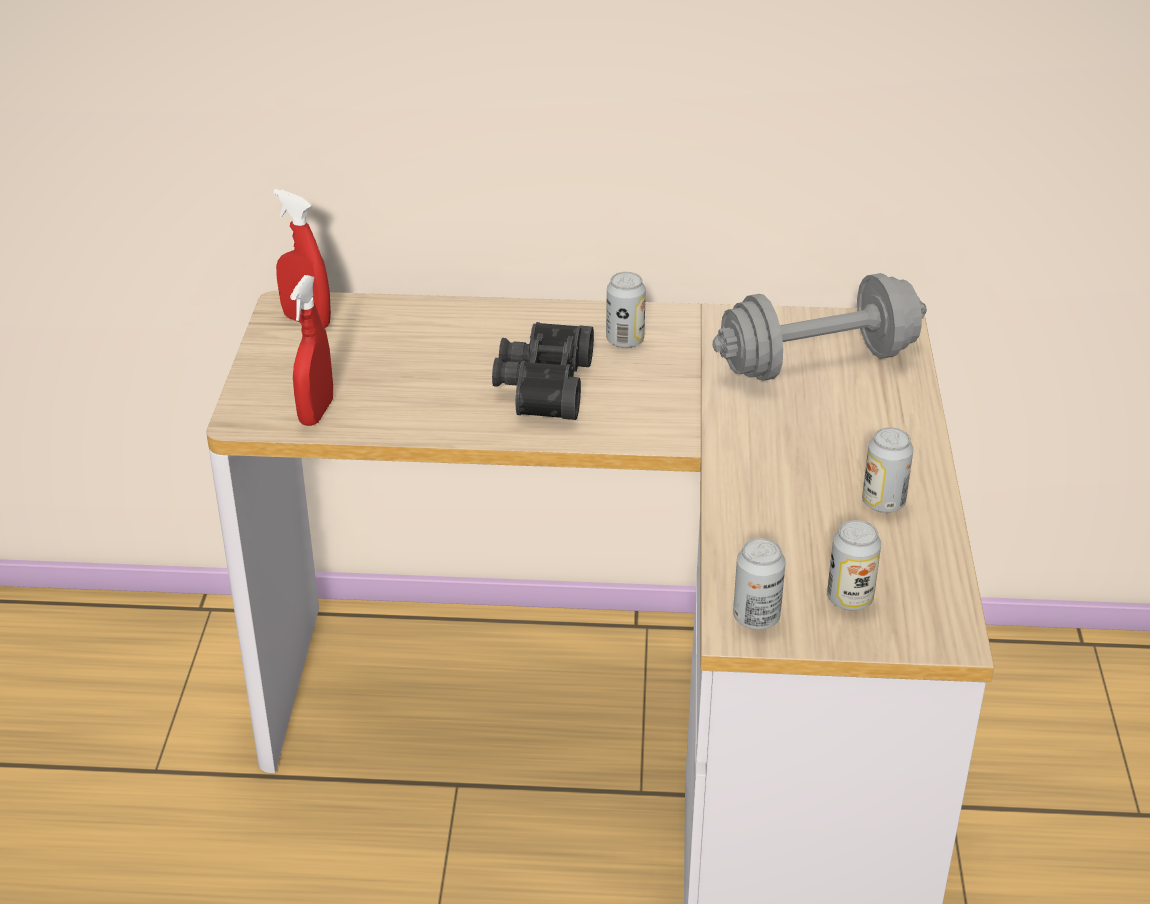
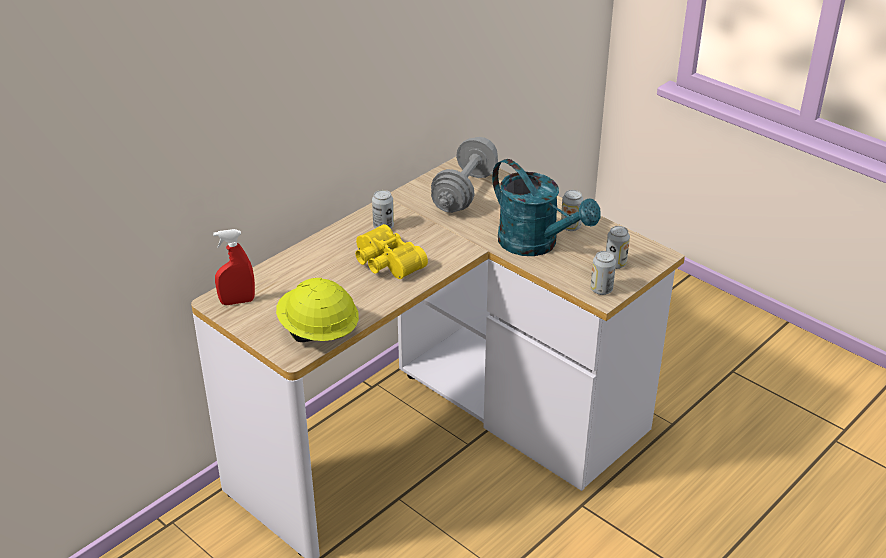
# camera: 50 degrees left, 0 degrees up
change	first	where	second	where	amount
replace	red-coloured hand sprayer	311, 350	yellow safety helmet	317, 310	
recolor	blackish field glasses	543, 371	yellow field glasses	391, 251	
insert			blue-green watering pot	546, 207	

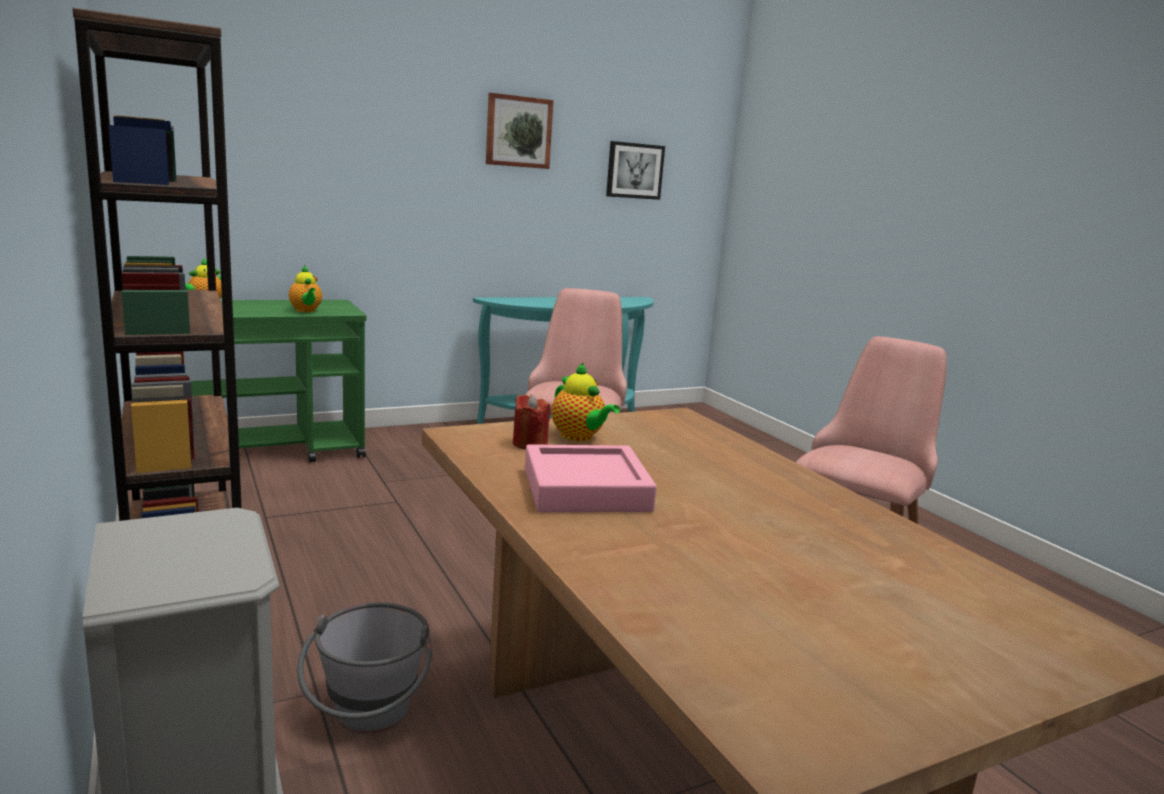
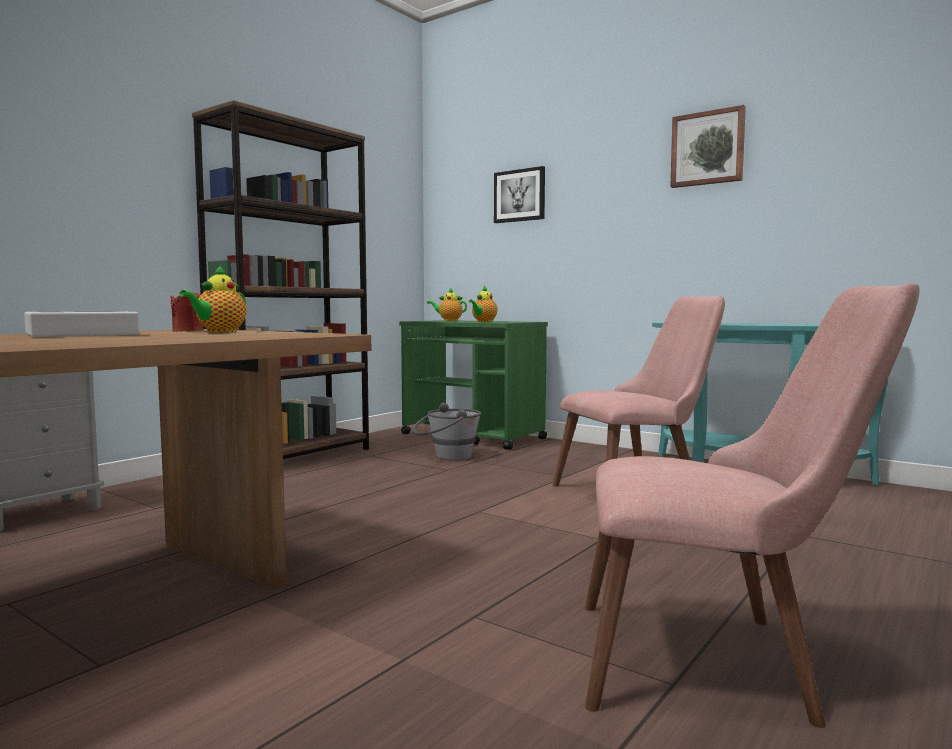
# camera: 65 degrees right, 10 degrees down
change	first	where	second	where	amount
move	gray water bucket	364, 668		447, 432	
recolor	pinkish tray	591, 478	gray tray	81, 324	
move	wall picture	635, 170		519, 194	

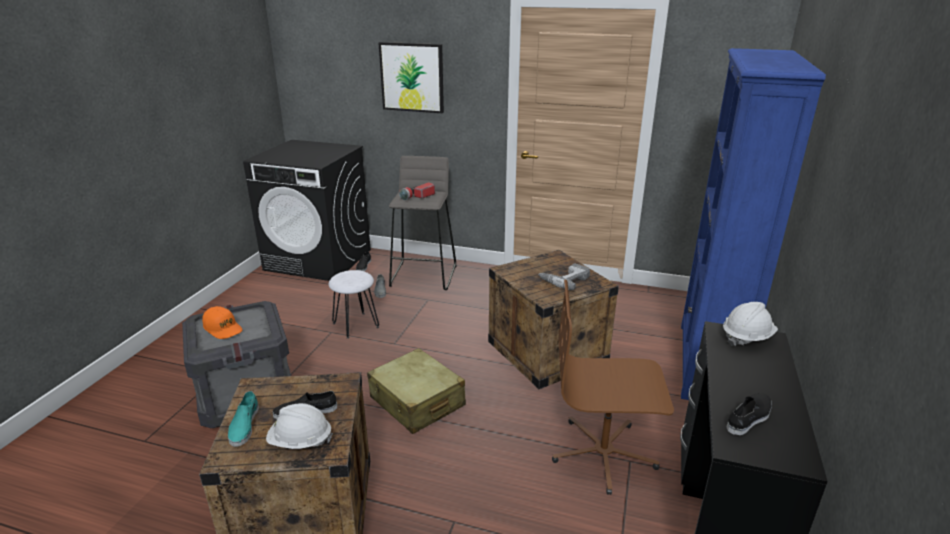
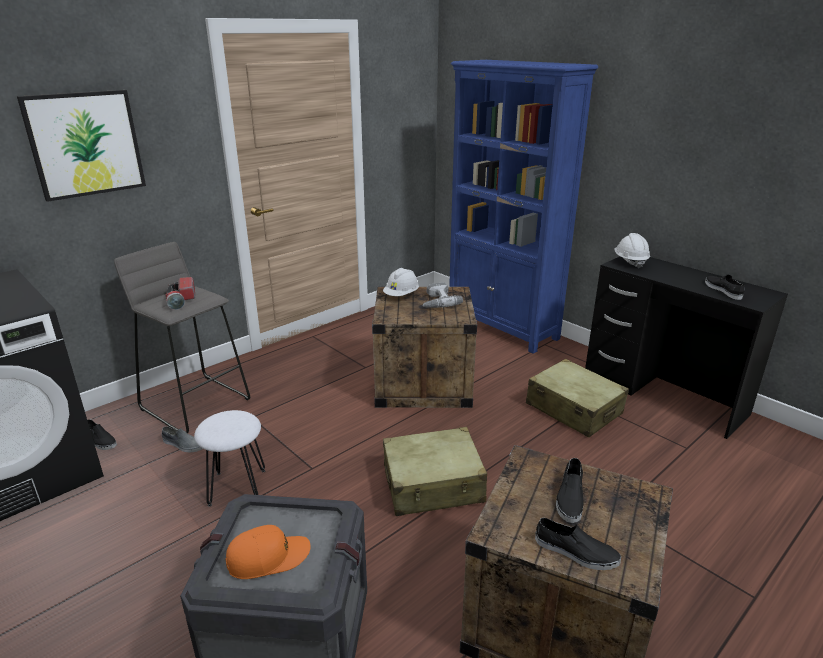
# camera: 60 degrees left, 0 degrees up
change	first	where	second	where	amount
recolor	blue-green shoe	243, 419	blackish shoe	578, 544	
move	whitish safety helmet	299, 426		401, 282	
replace	brown-coloured office chair	613, 387	beige suitcase	577, 398	

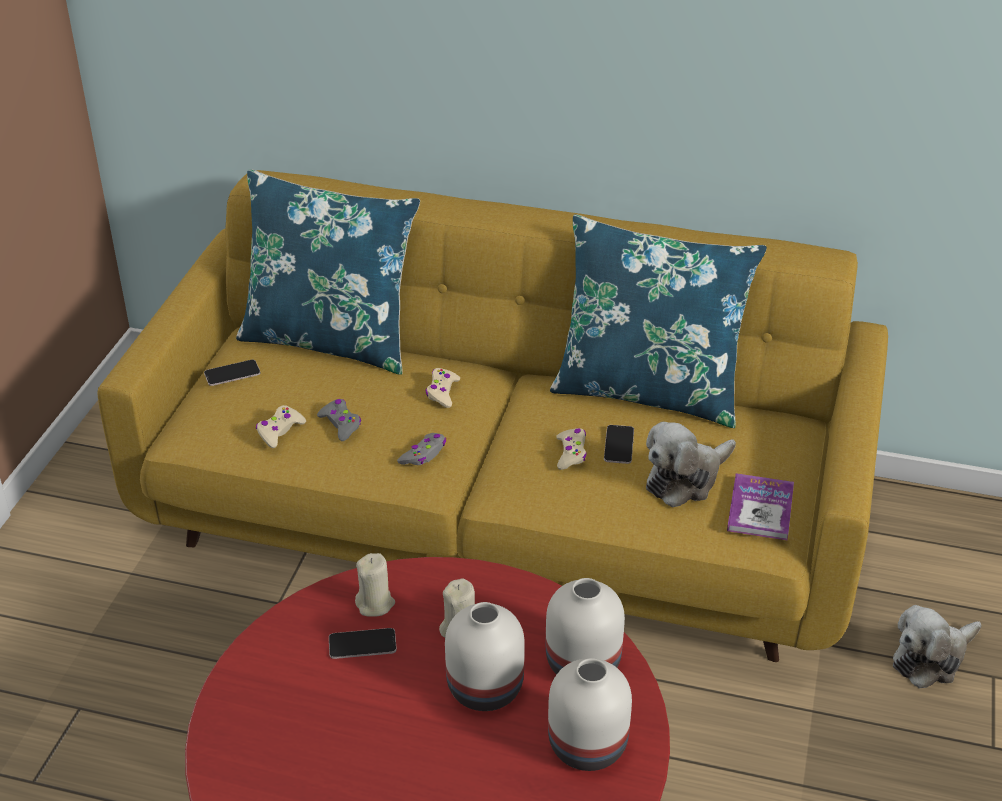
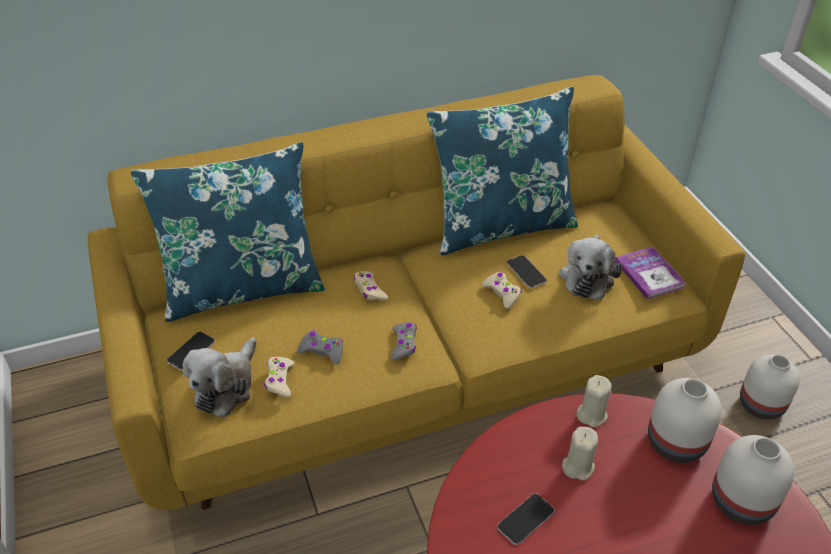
# camera: 35 degrees left, 5 degrees up
change	first	where	second	where	amount
move	beige wax candle	375, 585		594, 401	
move	whitish decorative vase	485, 656		770, 387	
move	cuddly toy	937, 646		220, 377	

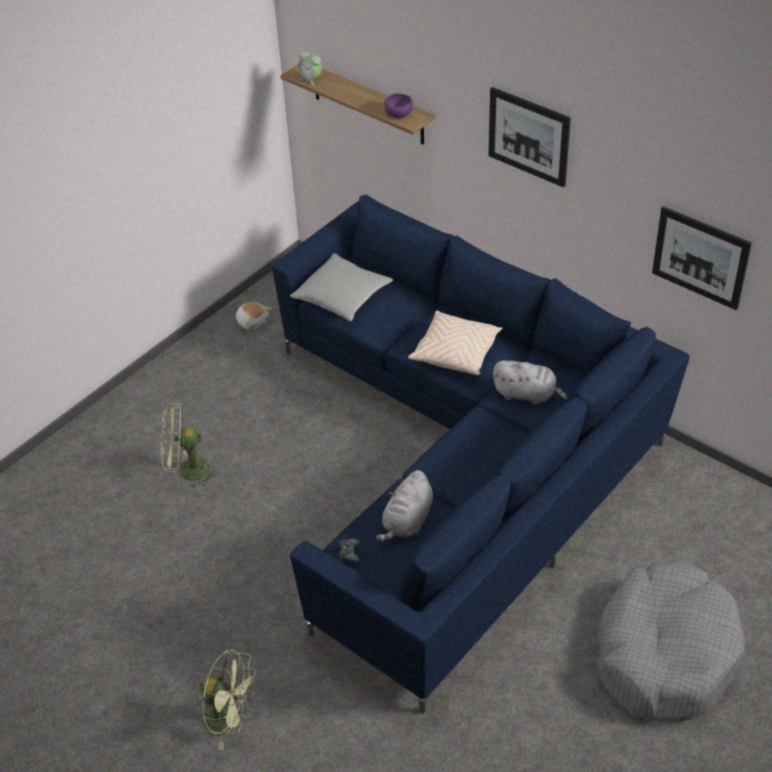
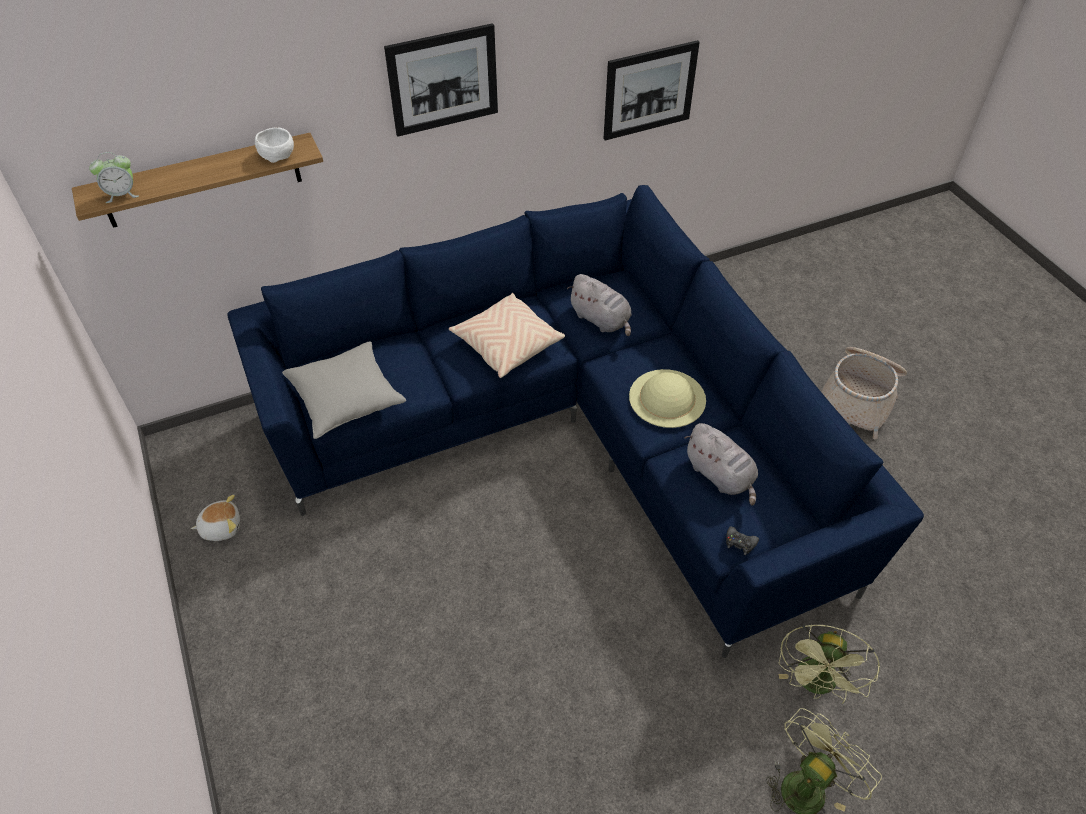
# camera: 65 degrees left, 5 degrees up
change	first	where	second	where	amount
move	green-coloured electric fan	190, 446		829, 664	
recolor	purple deep dish	398, 106	whitish deep dish	274, 145	
rotate	gray cuddly toy	529, 382		599, 305	90 degrees clockwise
replace	gray dog cushion	671, 641	basket	864, 393	
insert			beige wearable hat	667, 398	

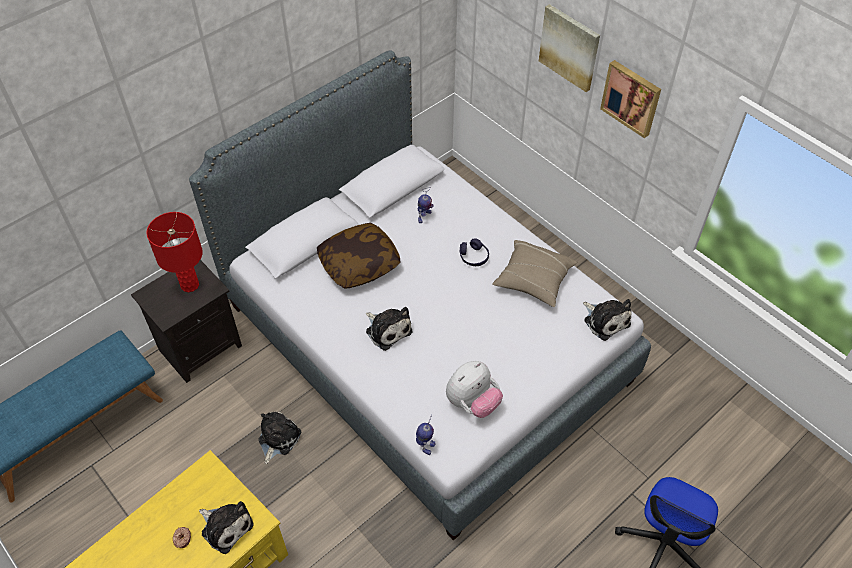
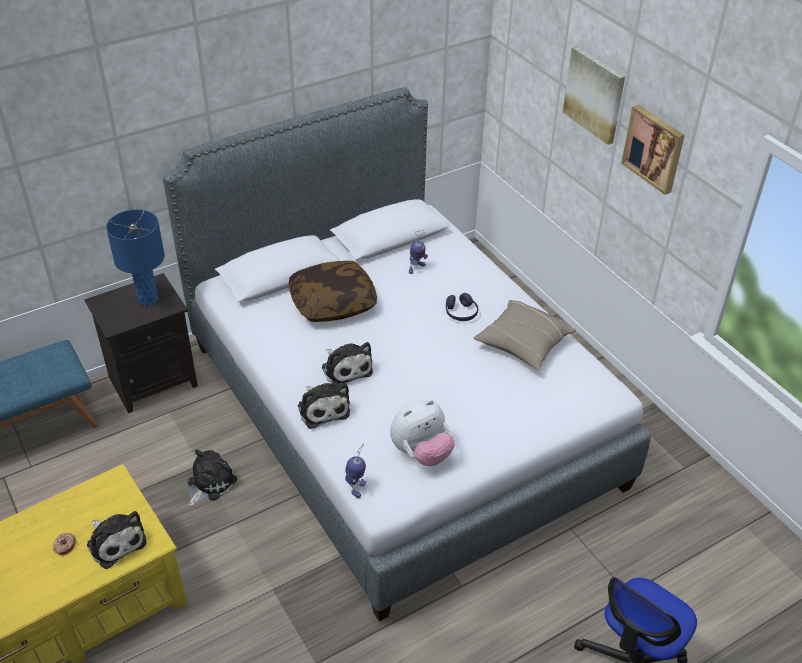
# camera: 10 degrees right, 10 degrees down
change	first	where	second	where	amount
recolor	red-coloured table lamp	174, 252	blue table lamp	135, 257	
move	cuddly toy	607, 320		324, 406	

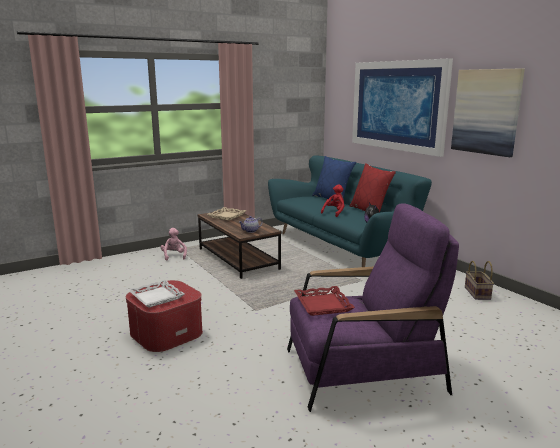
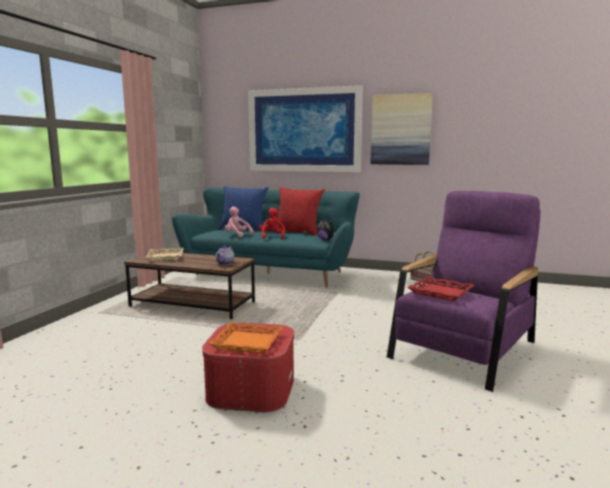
# camera: 40 degrees left, 5 degrees down
change	first	where	second	where	amount
recolor	whitish tray	156, 294	orange-coloured tray	245, 338	
move	pinkish cuddly toy	173, 244		239, 222	

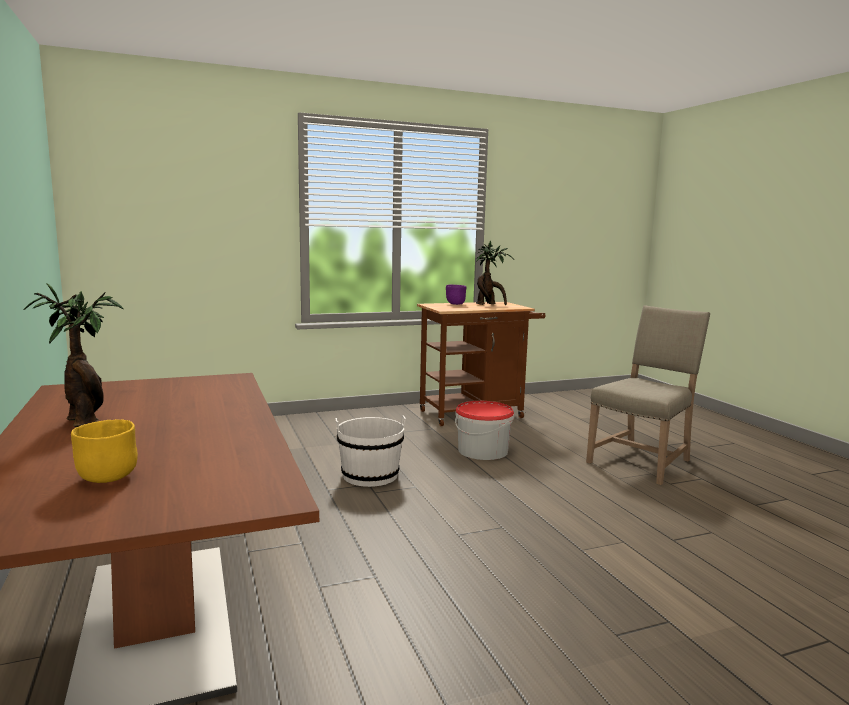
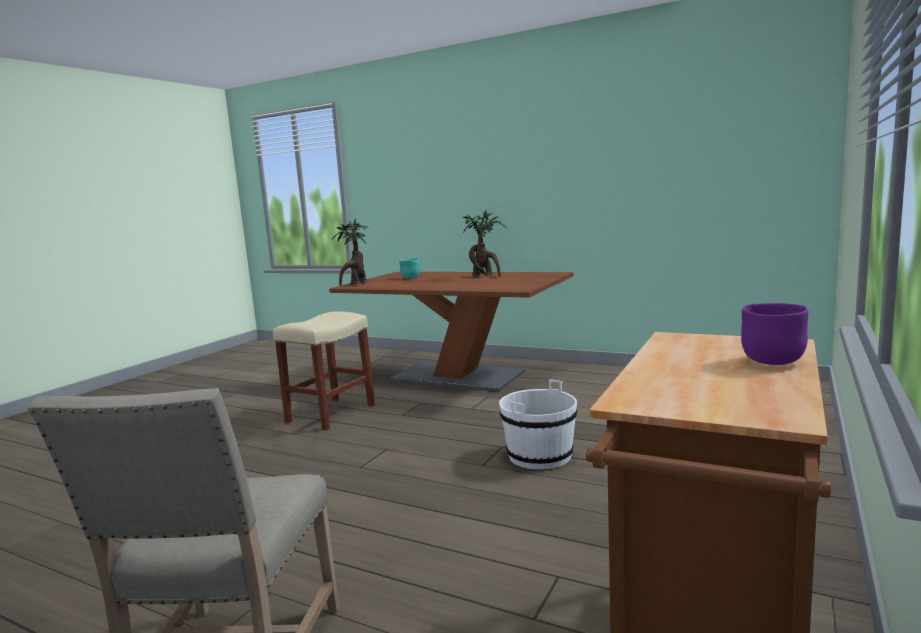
# camera: 140 degrees right, 0 degrees up
change	first	where	second	where	amount
recolor	yellow deep dish	104, 451	blue-green deep dish	409, 268	
delete	water bucket	484, 430			
move	houseplant	495, 273		350, 252	
insert			beige stool	324, 370	

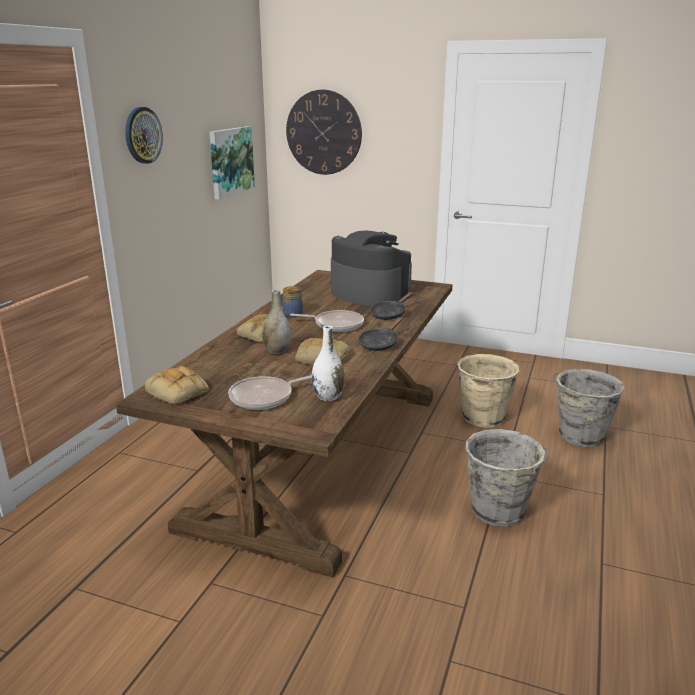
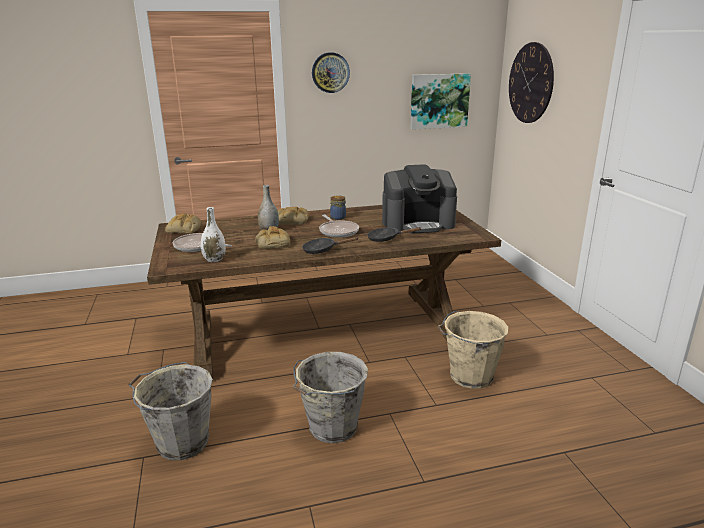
# camera: 55 degrees right, 0 degrees up
change	first	where	second	where	amount
rotate	coffee machine	371, 268		419, 198	75 degrees clockwise
move	gray water bucket	589, 408		170, 411	

